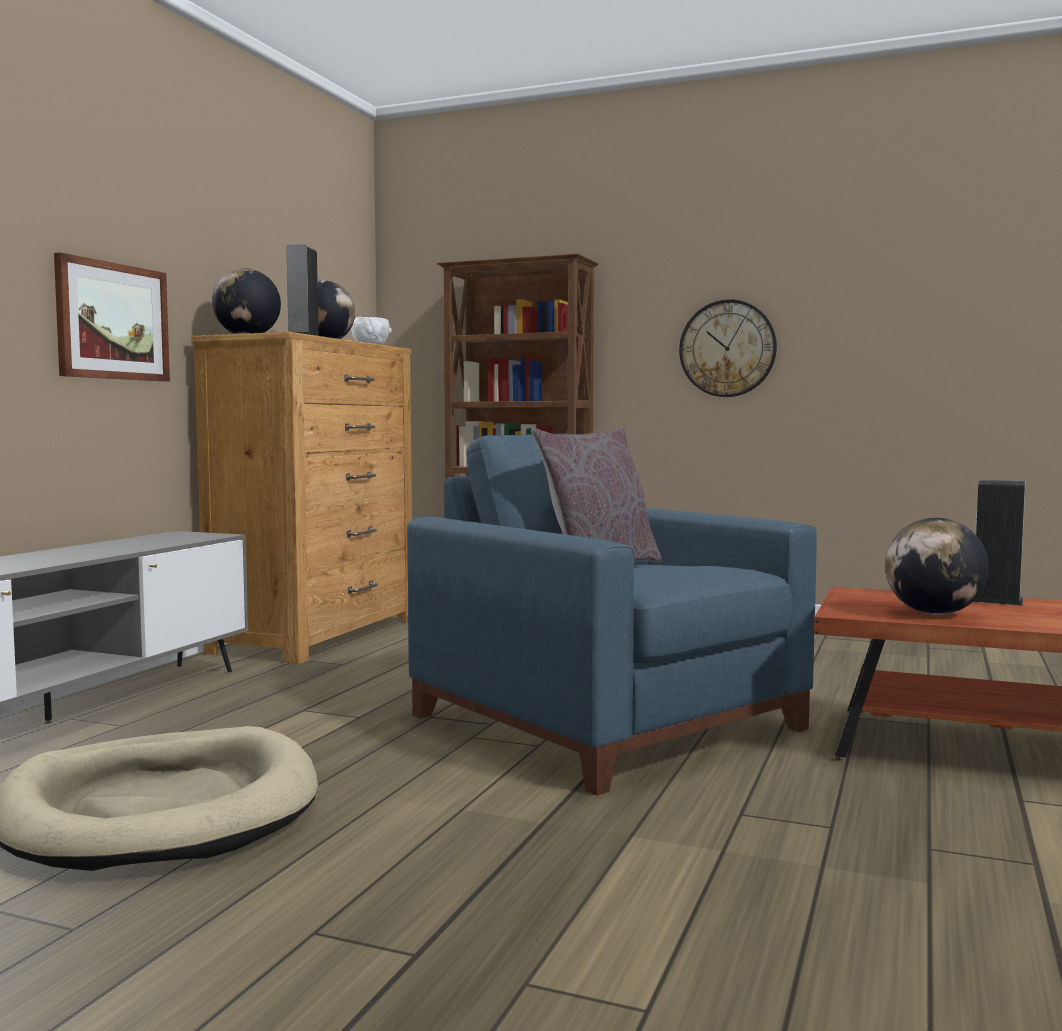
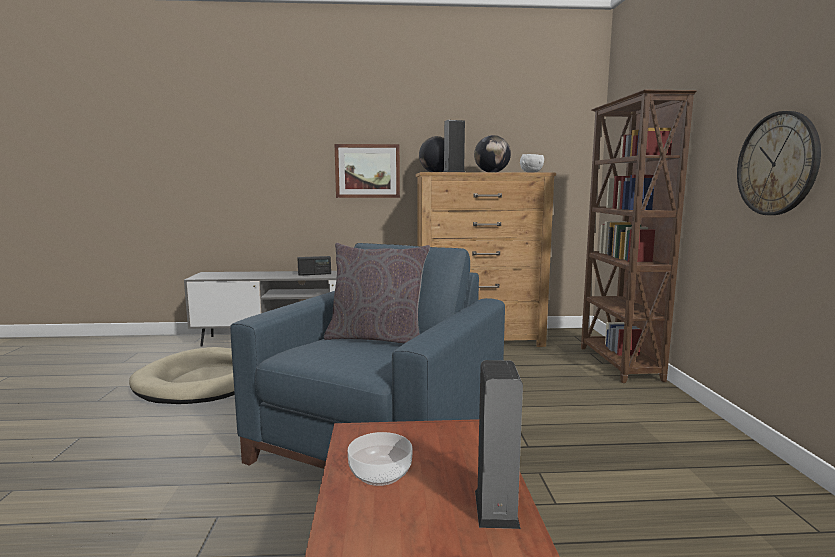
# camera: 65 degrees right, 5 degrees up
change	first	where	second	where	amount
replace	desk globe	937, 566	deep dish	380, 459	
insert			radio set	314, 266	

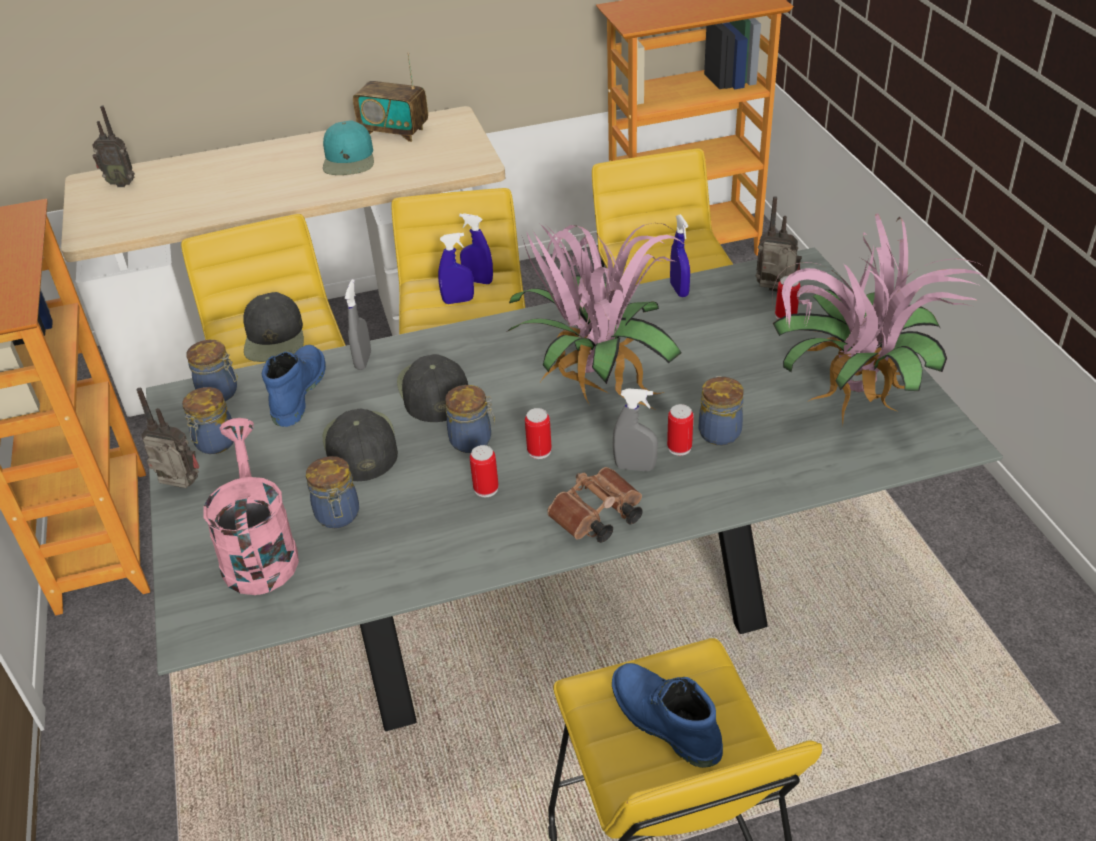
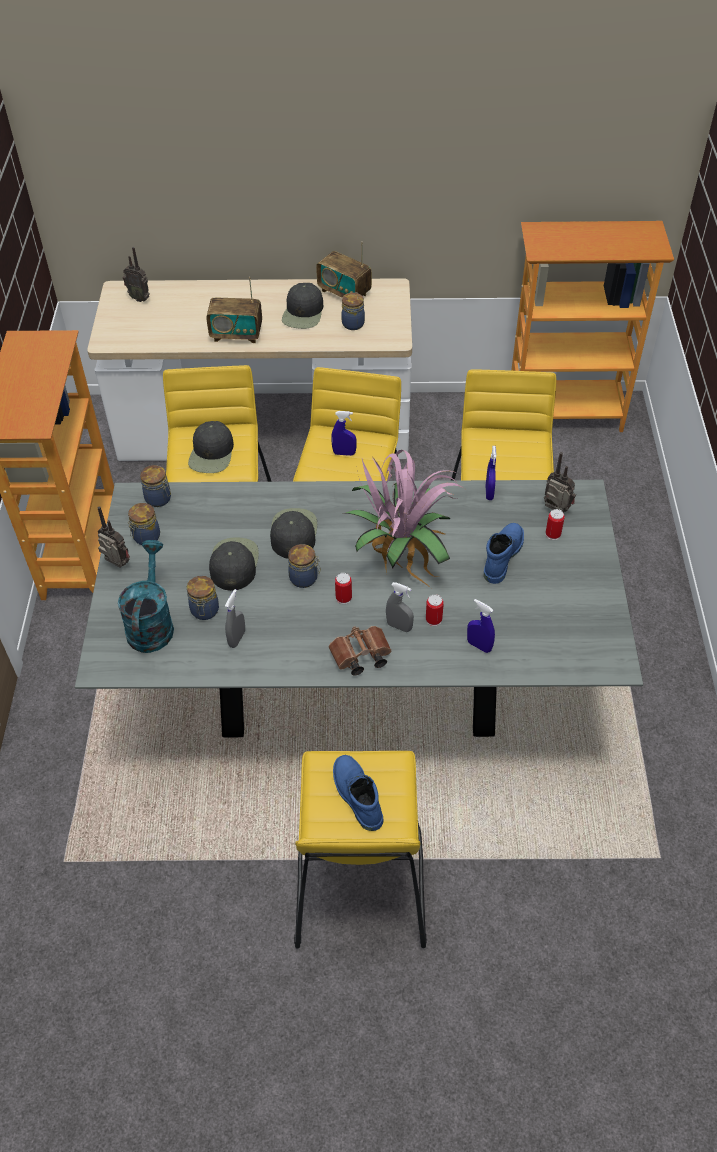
# camera: 15 degrees right, 10 degrees up
change	first	where	second	where	amount
recolor	pinkish watering pot	251, 506	blue-green watering pot	146, 596	
move	blue boot	294, 386		504, 553	
recolor	blue-green cap	348, 147	blackish cap	302, 306	
move	gray hand sprayer	358, 324		235, 618	
move	blue hand sprayer	476, 248		481, 626	
delete	metal can	484, 471			
move	preserve jar	721, 410		353, 311	
delete	houseplant	879, 318			
insert			radio set	234, 310	

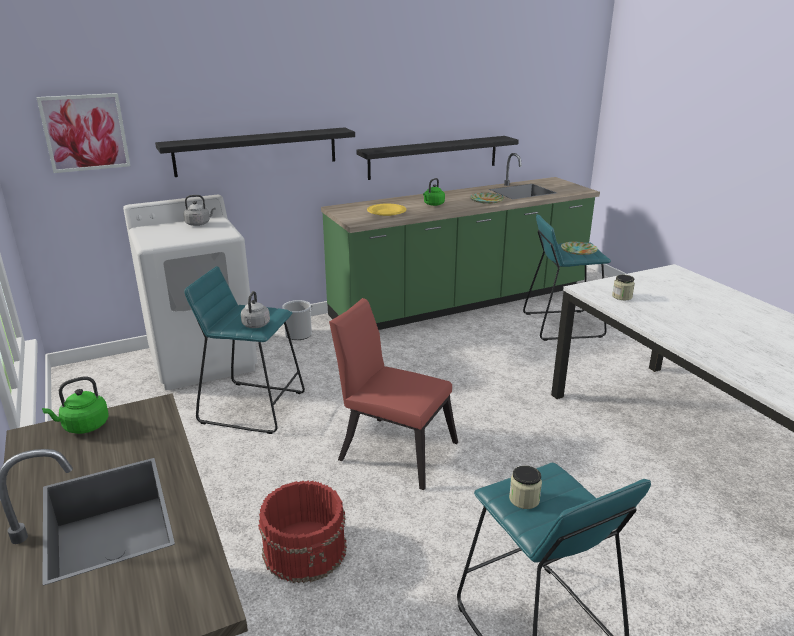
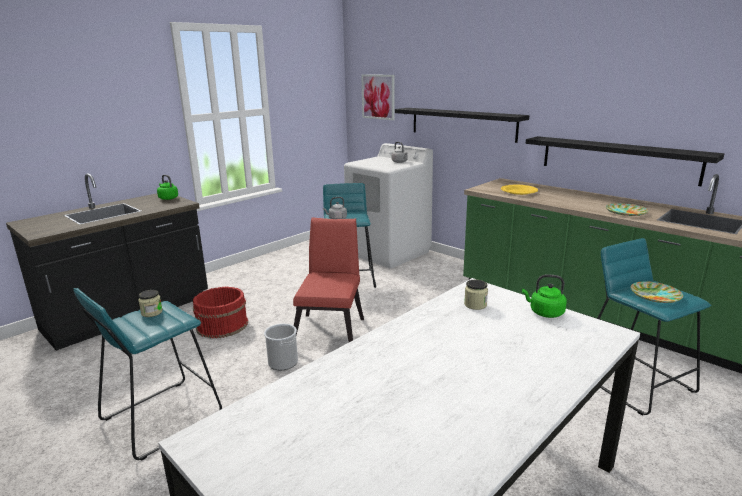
# camera: 70 degrees right, 5 degrees down
change	first	where	second	where	amount
move	water bucket	298, 320		281, 346	
move	green-coloured kettle	434, 192		544, 296	

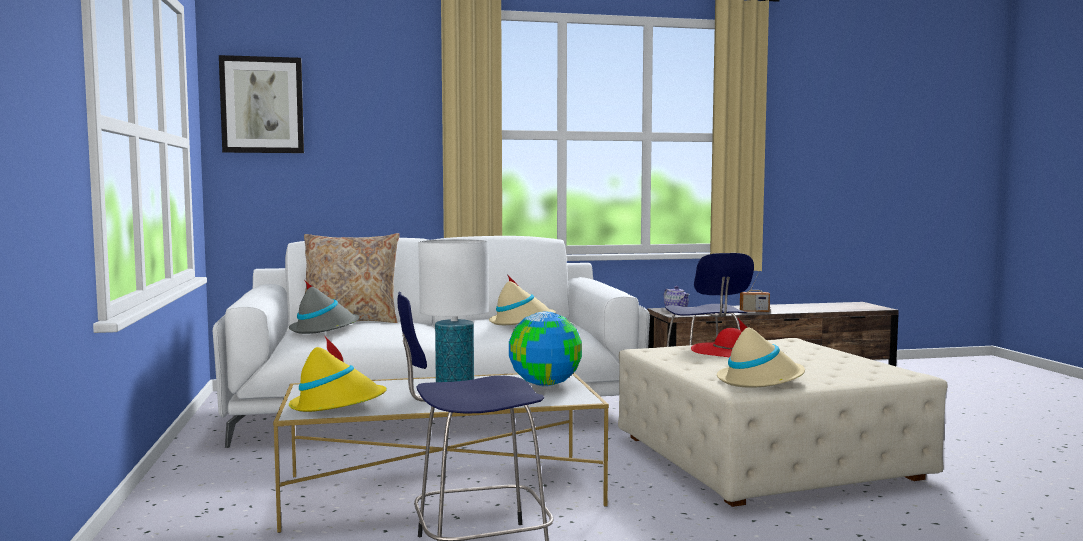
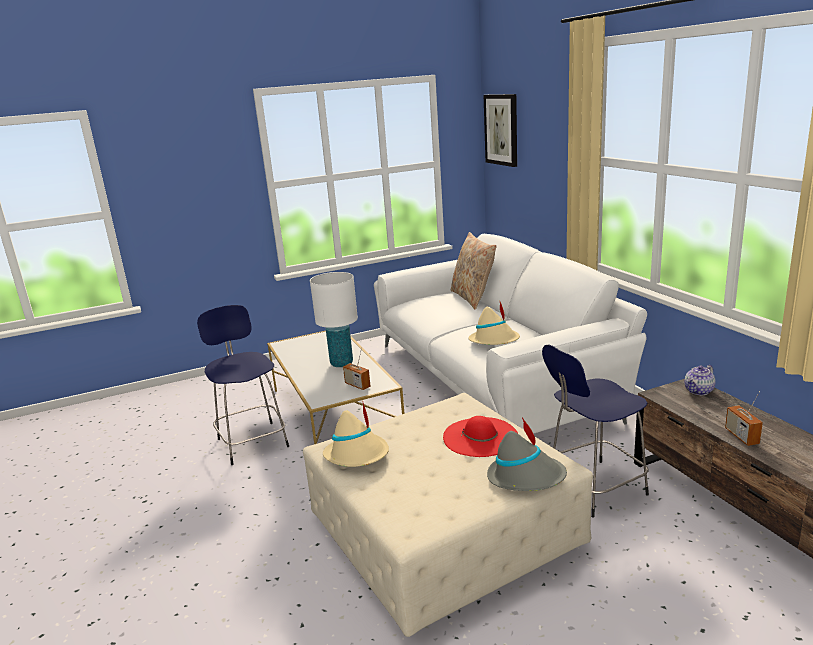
# camera: 80 degrees right, 15 degrees up
change	first	where	second	where	amount
move	gray wearable hat	324, 307		527, 454	
delete	yellow wearable hat	338, 373			
replace	desk globe	545, 349	radio set	356, 368	

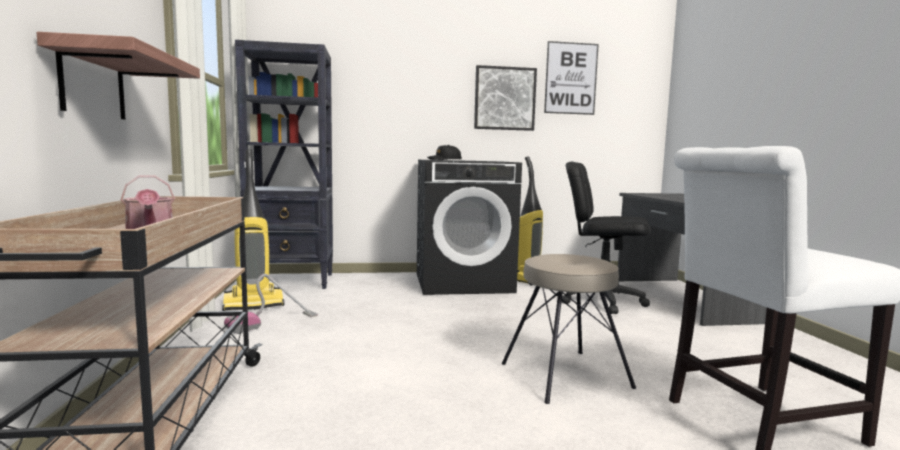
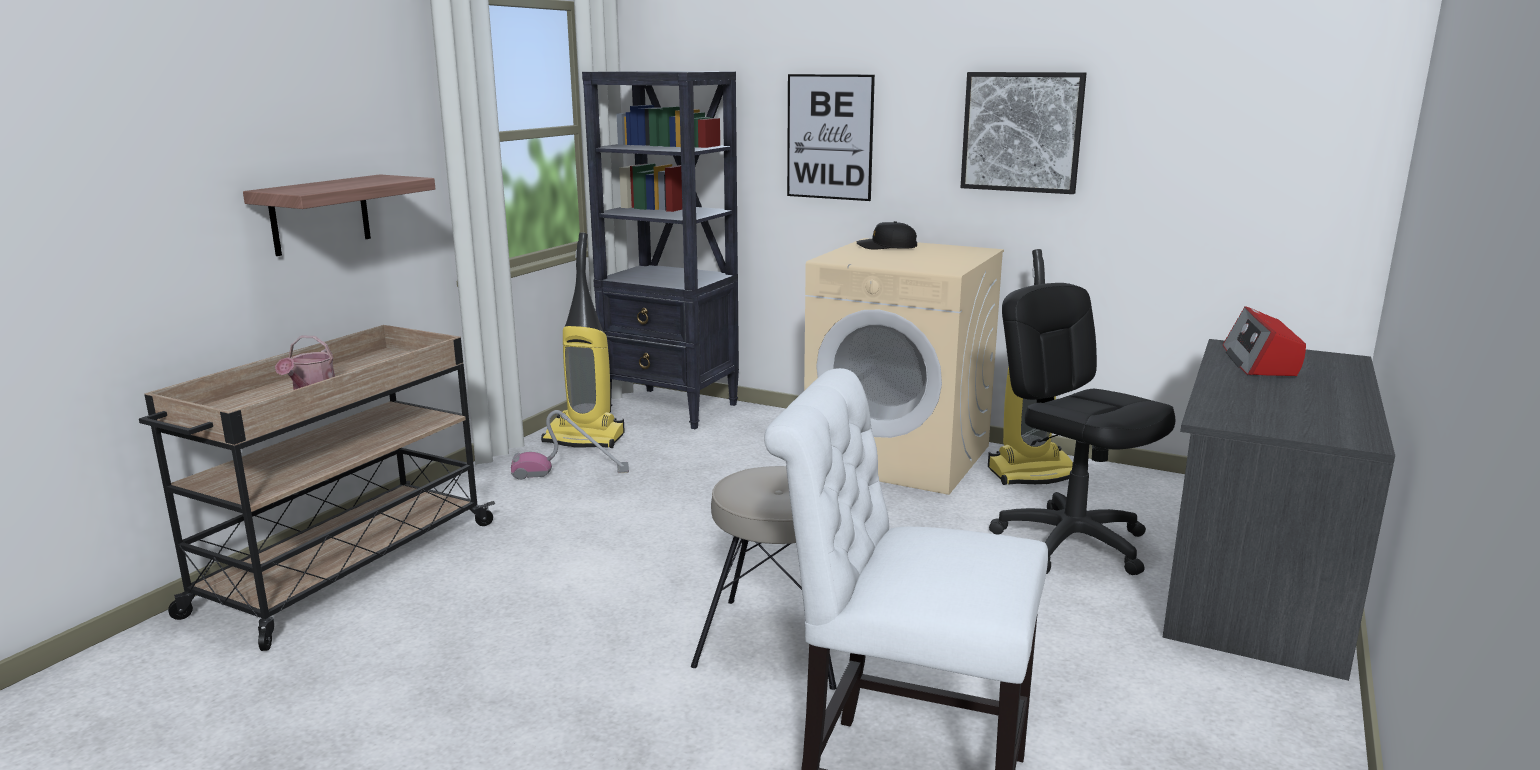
# camera: 35 degrees right, 10 degrees up
change	first	where	second	where	amount
recolor	blackish washing machine	469, 227	beige washing machine	904, 366	
move	wall picture	571, 78		831, 137	
insert			radio set	1264, 341	

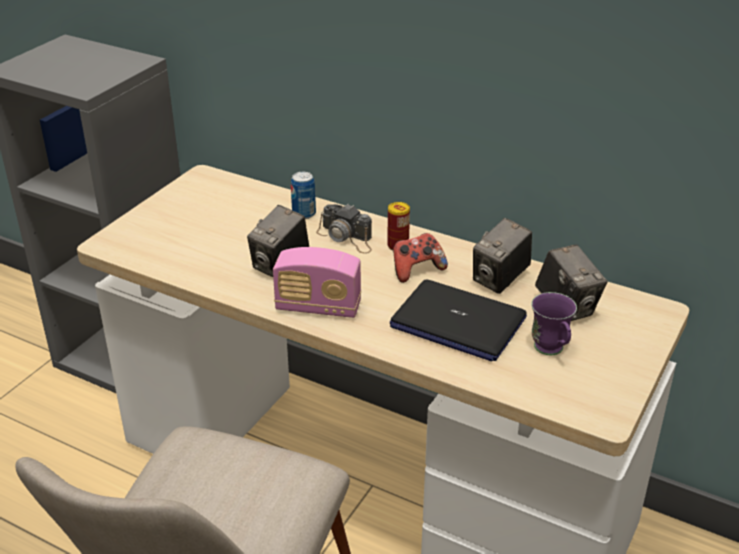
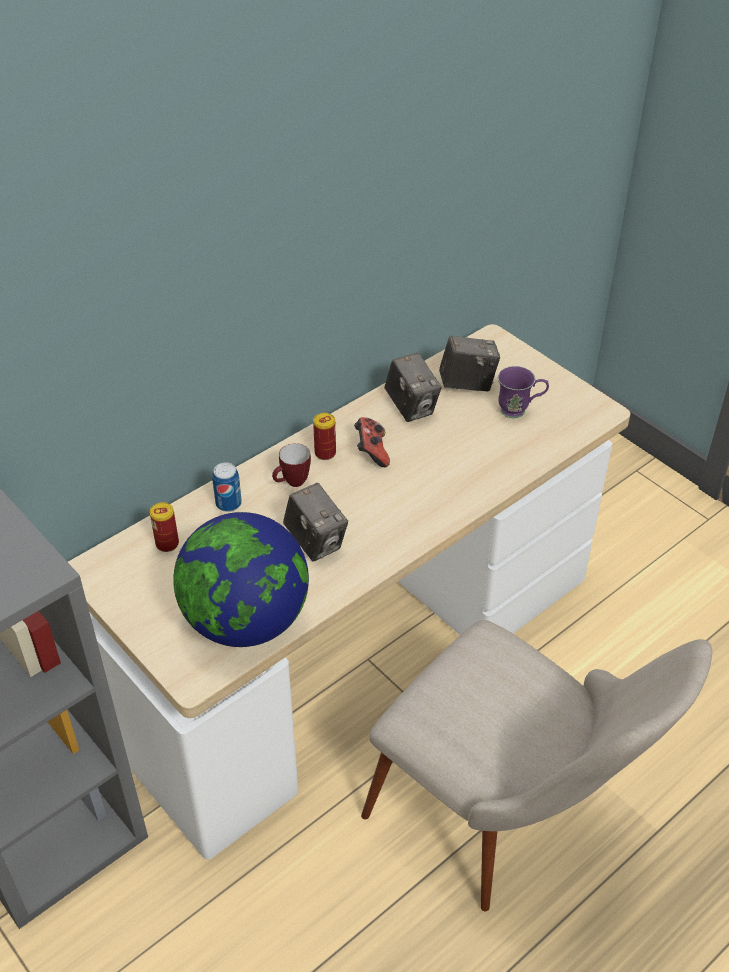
# camera: 70 degrees left, 10 degrees up
change	first	where	second	where	amount
delete	radio set	317, 282			
replace	still camera	344, 229	mug	291, 465	
delete	laptop	458, 320			
insert			metal can	164, 527	
insert			desk globe	241, 579	

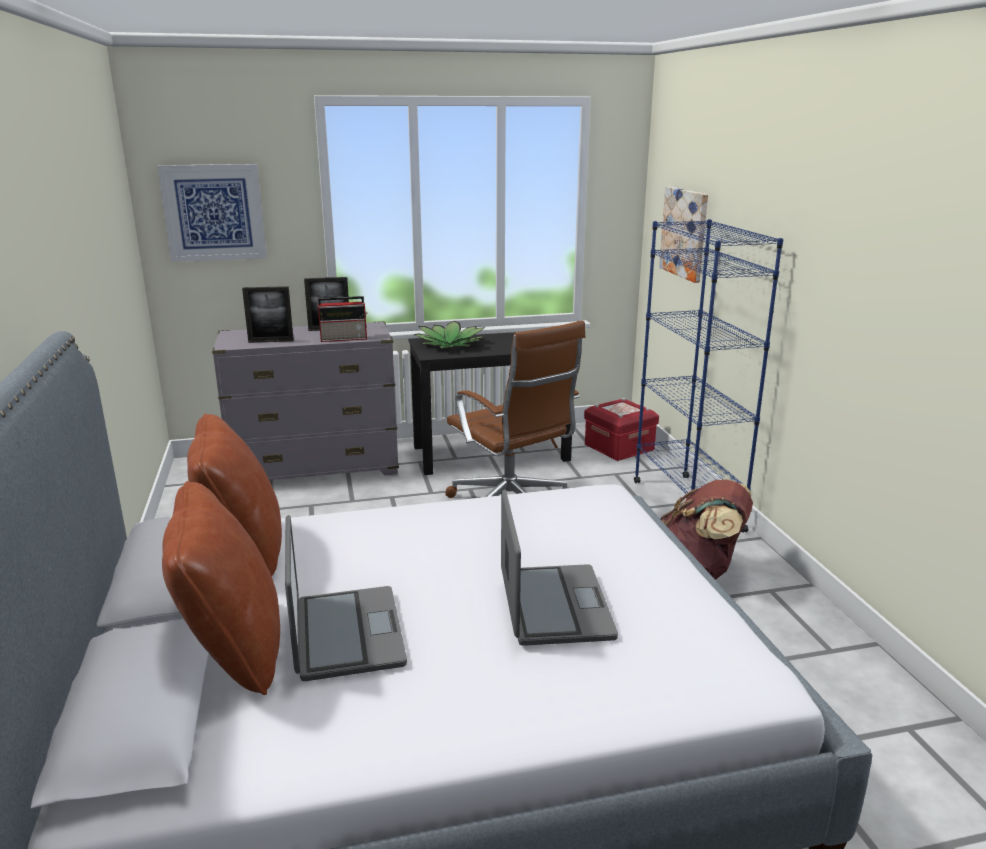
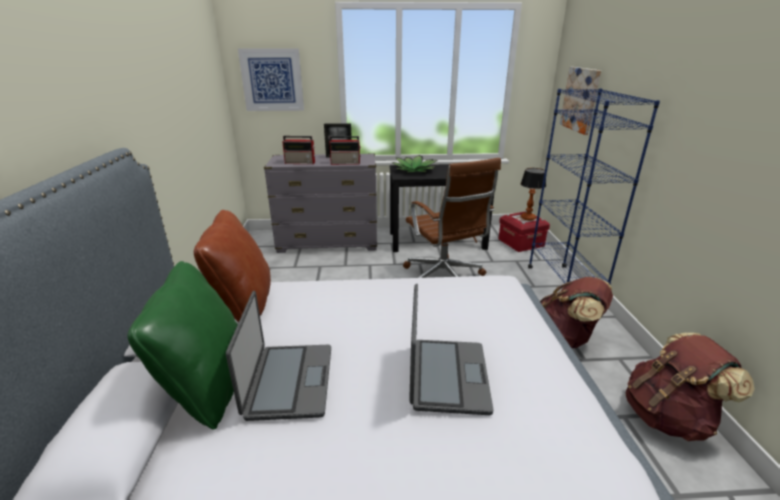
# camera: 10 degrees right, 5 degrees up
change	first	where	second	where	amount
recolor	brown-coloured pillow	221, 588	green-coloured pillow	183, 345	
replace	photo frame	268, 314	radio set	298, 150	
insert			table lamp	533, 194	
insert			brown-coloured rucksack	690, 387	

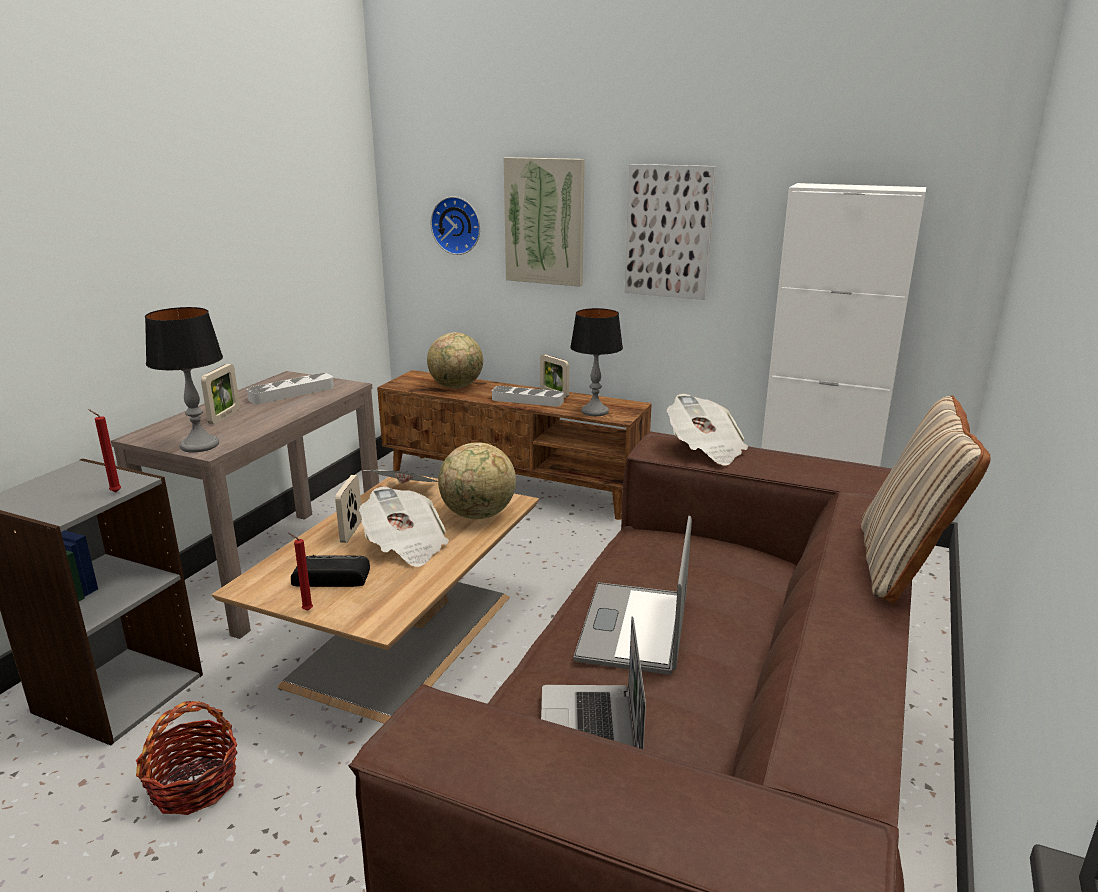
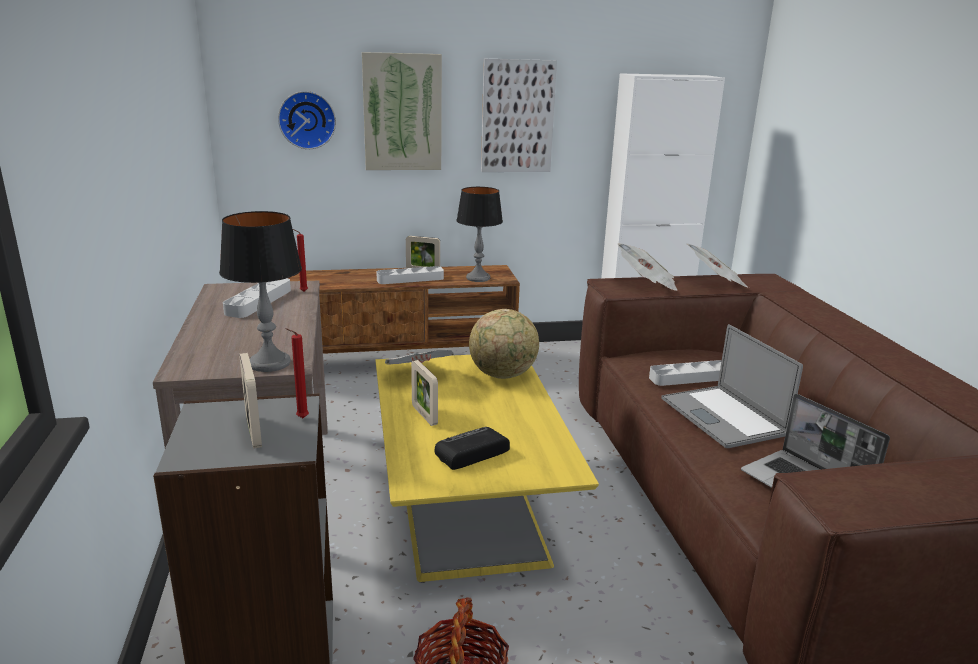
# camera: 35 degrees left, 0 degrees up
change	first	where	second	where	amount
move	photo frame	220, 394		250, 401	
recolor	brown-coloured lounge table	375, 599	yellow lounge table	487, 468	
move	red-coloured wax candle	300, 572		300, 260	
move	daily paper	404, 527		717, 265	
delete	desk globe	455, 360			
delete	beige pillow	926, 499			
insert			gray tray	685, 373	

